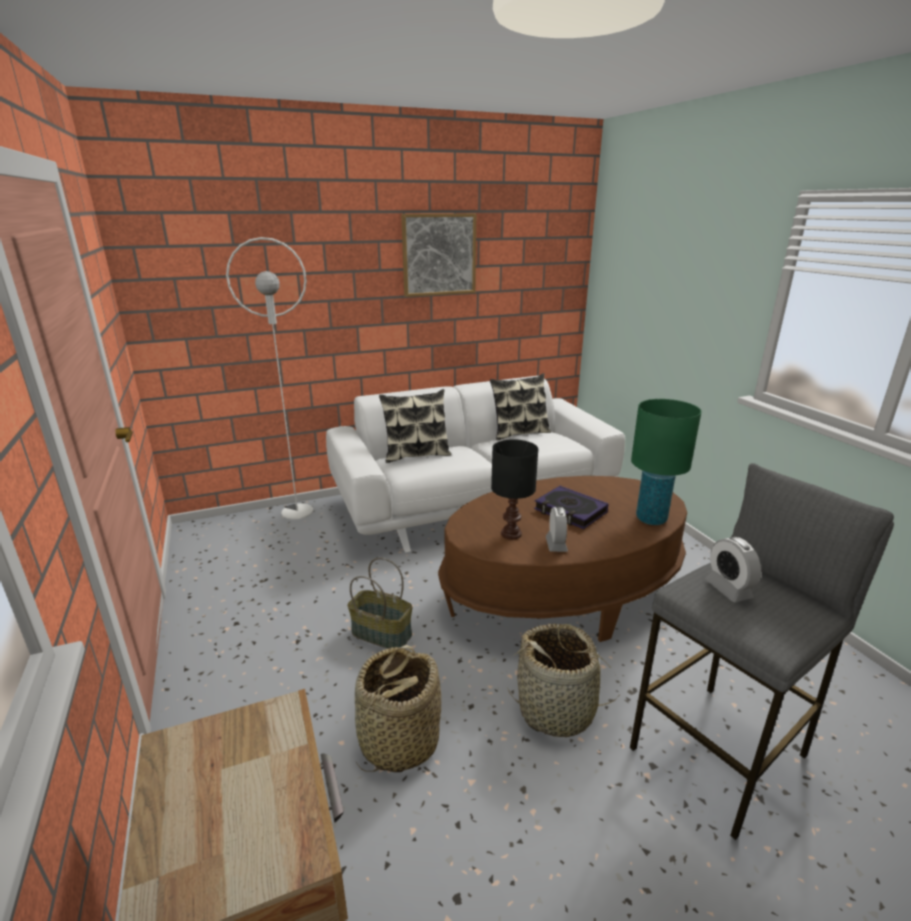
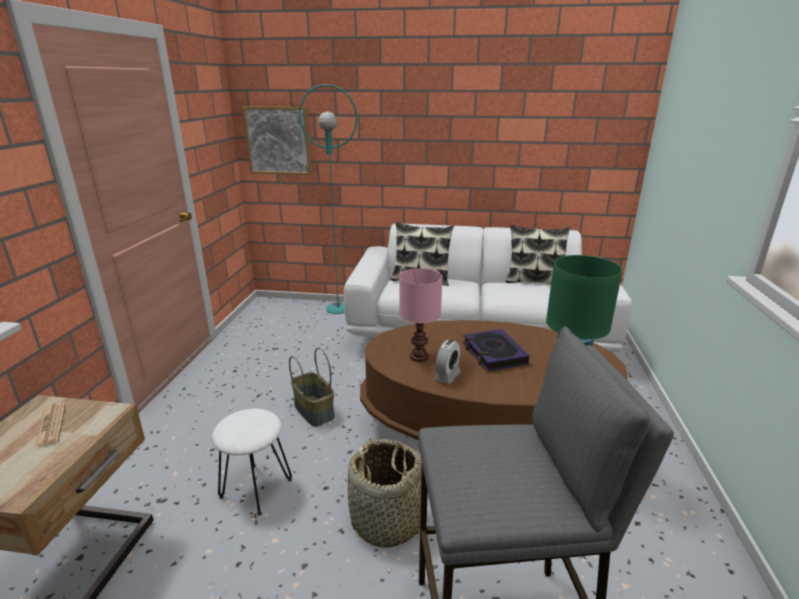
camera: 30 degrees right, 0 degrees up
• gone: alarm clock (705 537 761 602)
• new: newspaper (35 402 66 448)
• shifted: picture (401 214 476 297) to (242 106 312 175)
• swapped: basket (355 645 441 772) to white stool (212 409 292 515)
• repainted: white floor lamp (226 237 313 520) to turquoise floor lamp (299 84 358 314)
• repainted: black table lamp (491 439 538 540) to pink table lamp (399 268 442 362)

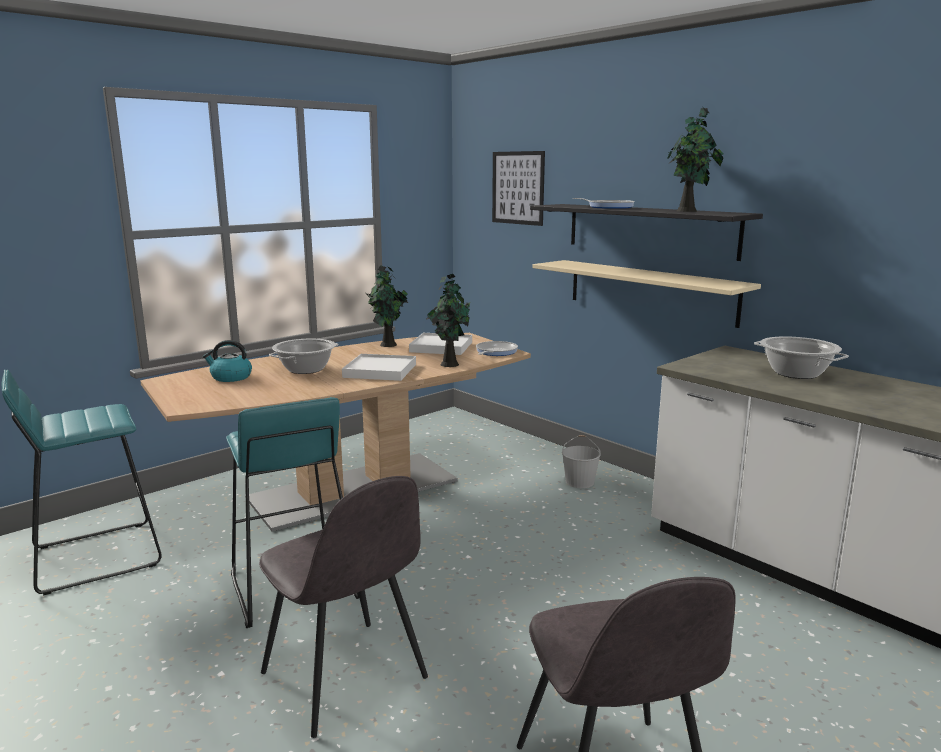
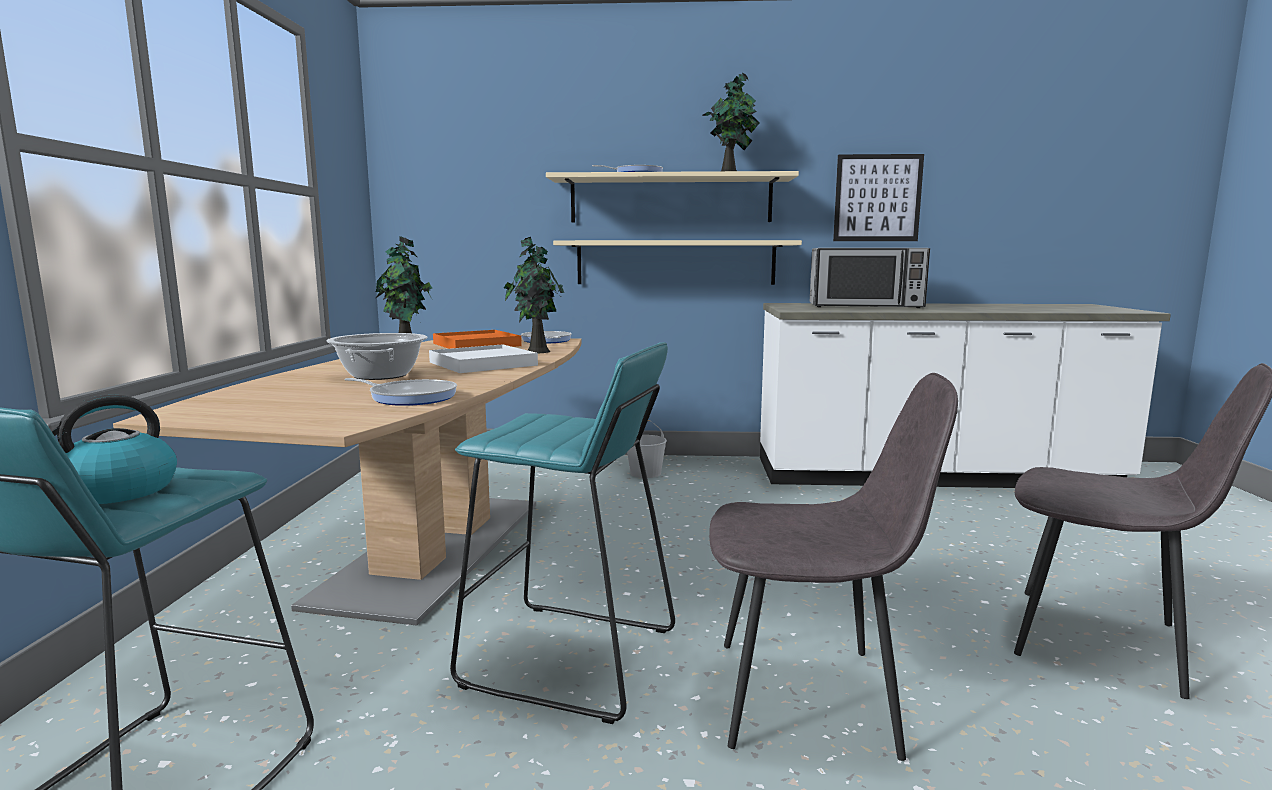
camera: 45 degrees left, 5 degrees down
• new: frying pan (344 378 457 406)
• shifted: kettle (203 340 252 382) to (51 395 177 504)
• shifted: picture (492 151 545 226) to (833 154 924 241)
• swapped: cooking pot (754 336 849 379) to microwave (810 248 930 308)
• repainted: white tray (409 333 472 355) to orange tray (433 330 522 349)
• repainted: black shelf (530 204 763 261) to beige shelf (546 171 799 223)

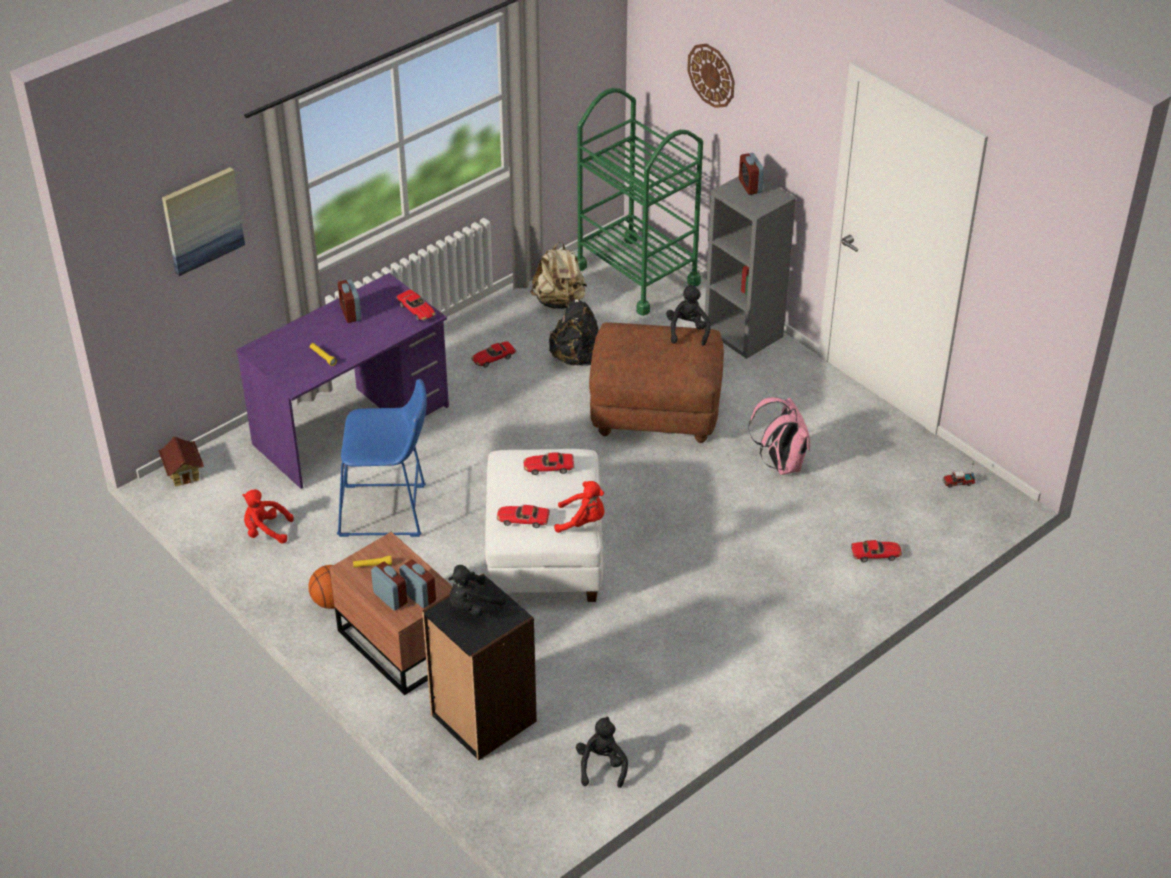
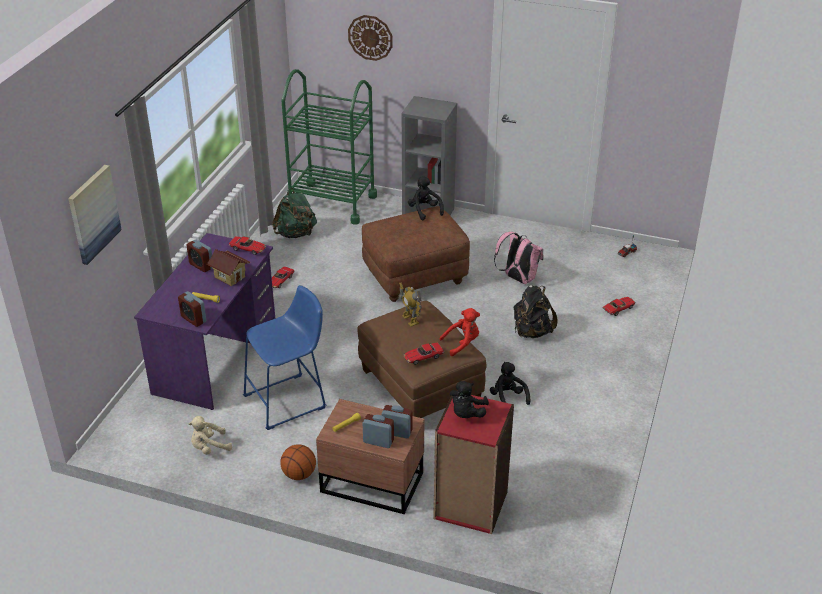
camera: 30 degrees left, 5 degrees down
• shifted: toy house (158 437 204 487) to (207 249 250 286)
• shifted: black backpack (549 299 598 366) to (514 285 557 338)
• shifted: black plush toy (576 717 628 788) to (490 362 531 405)
• shifted: alarm clock (739 153 764 195) to (178 291 206 327)
• swapped: toy car (523 453 574 475) to toy robot (399 282 422 327)
• repainted: red plush toy (242 489 294 544) to beige plush toy (189 416 232 455)
• repainted: black bookcase (422 574 537 761) to red bookcase (433 395 514 534)
• repainted: white ottoman (485 449 603 602) to brown ottoman (357 301 487 418)
• repainted: beige backpack (530 241 587 309) to green backpack (272 188 317 238)

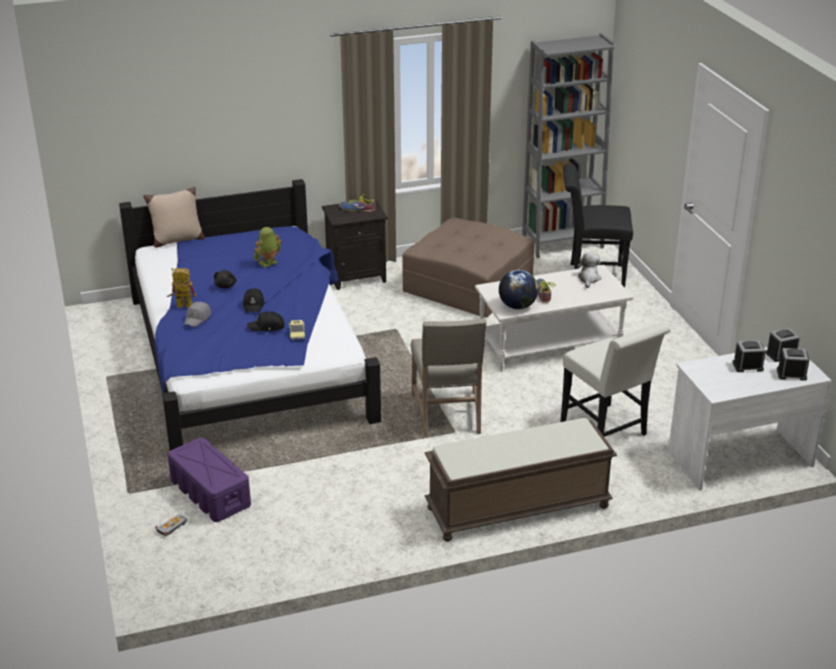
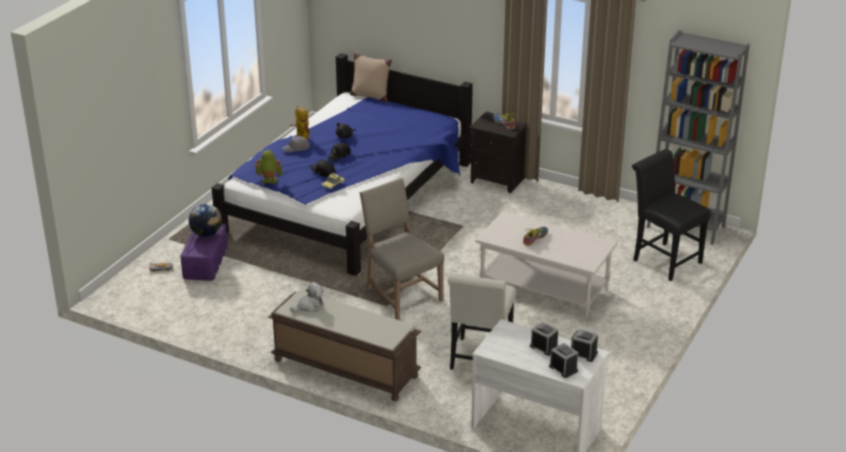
camera: 45 degrees right, 0 degrees up
• gone: brown ottoman (402 217 535 317)
• shifted: toy robot (254 227 282 267) to (255 150 283 184)
• shifted: globe (499 270 538 309) to (189 204 222 237)
• shifted: plush toy (577 253 601 288) to (290 282 324 313)
• rotated: beige chair (411 318 486 436) = (360 178 444 320) 105 degrees clockwise

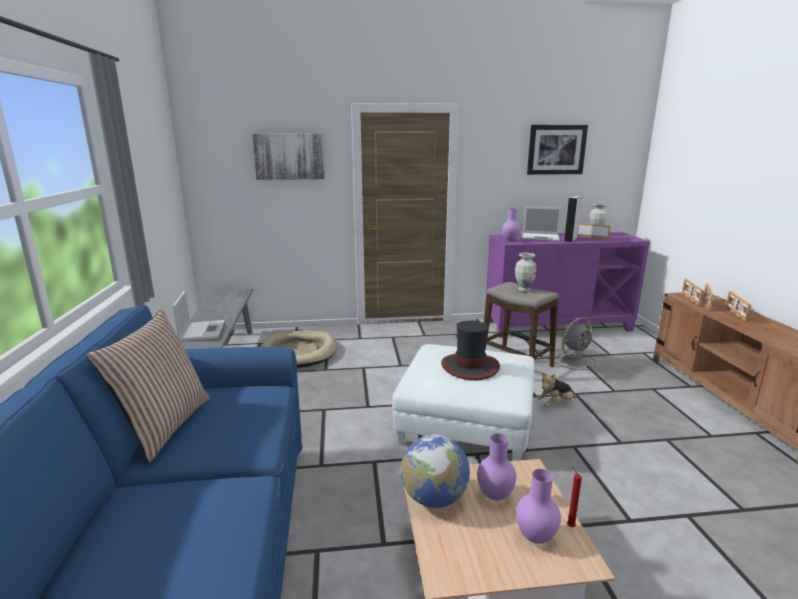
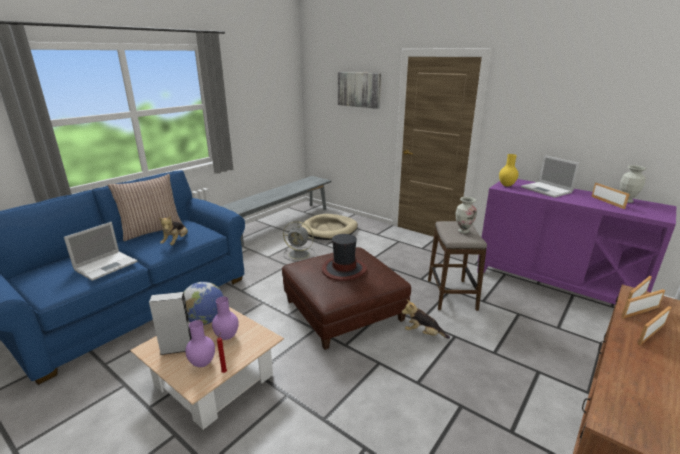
camera: 45 degrees right, 5 degrees up
• gone: picture (527 125 588 175)
• new: plush toy (159 215 188 245)
• shifted: laptop (173 291 225 341) to (64 222 138 281)
• shifted: grey fan (554 317 596 370) to (283 221 315 262)
• shifted: grey speaker (564 196 582 242) to (149 292 191 355)
• repainted: white ottoman (392 344 535 461) to brown ottoman (282 247 411 350)
• repainted: purple vase (502 208 521 241) to yellow vase (499 154 519 187)

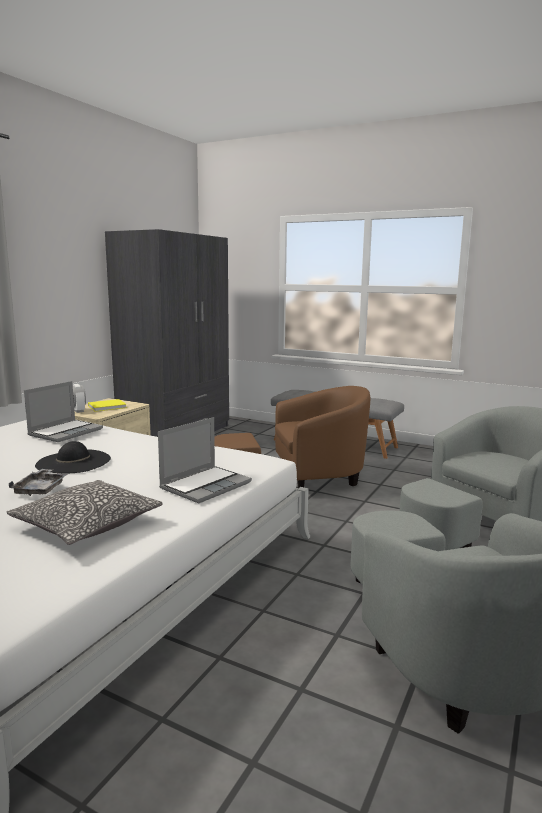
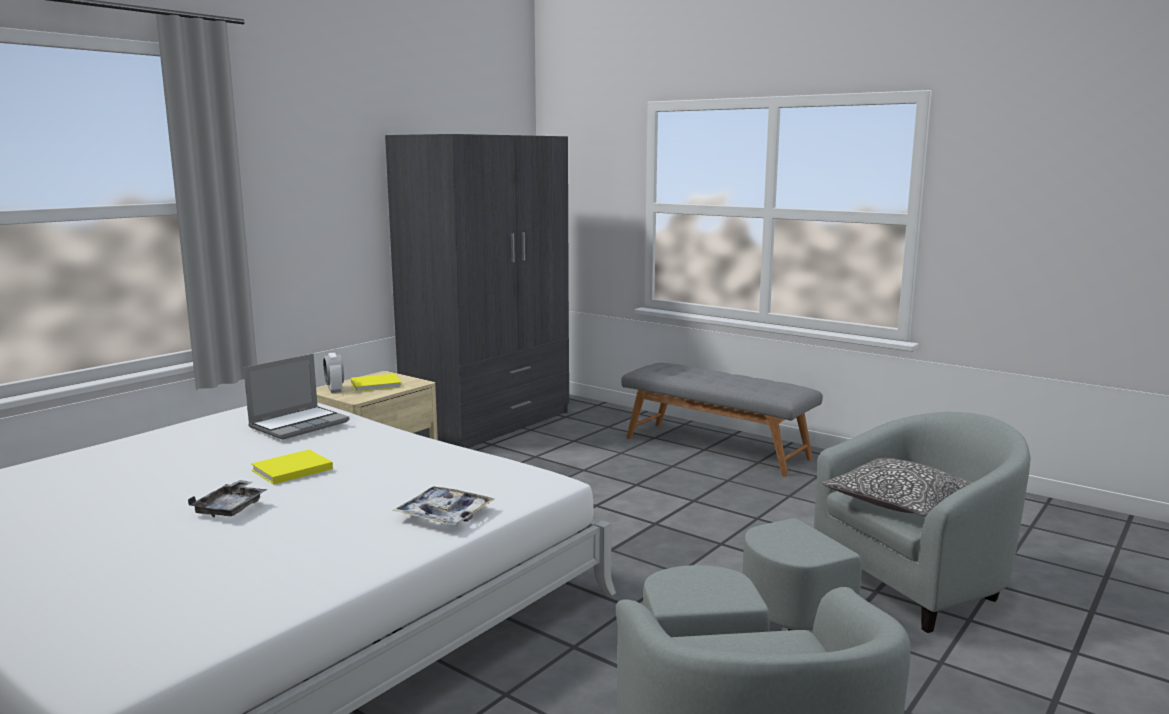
camera: 10 degrees right, 0 degrees up
• gone: brown armchair (214 386 370 488)
• shifted: pillow (7 480 163 545) to (823 458 973 516)
• swapped: black hat (35 441 111 473) to yellow book (251 450 333 485)
• swapped: laptop (158 417 252 503) to tray (392 486 494 525)

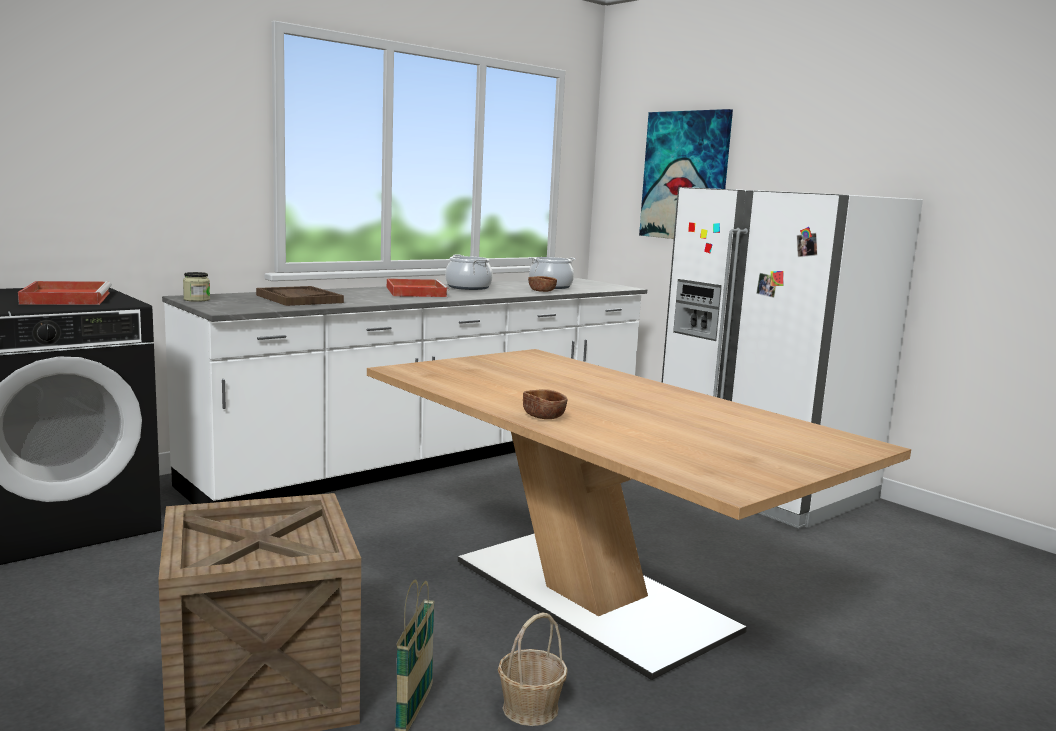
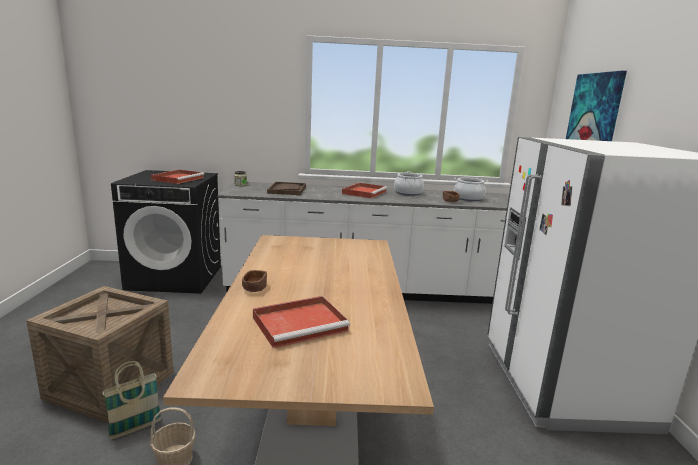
camera: 40 degrees right, 5 degrees up
• new: red tray (253 296 350 348)

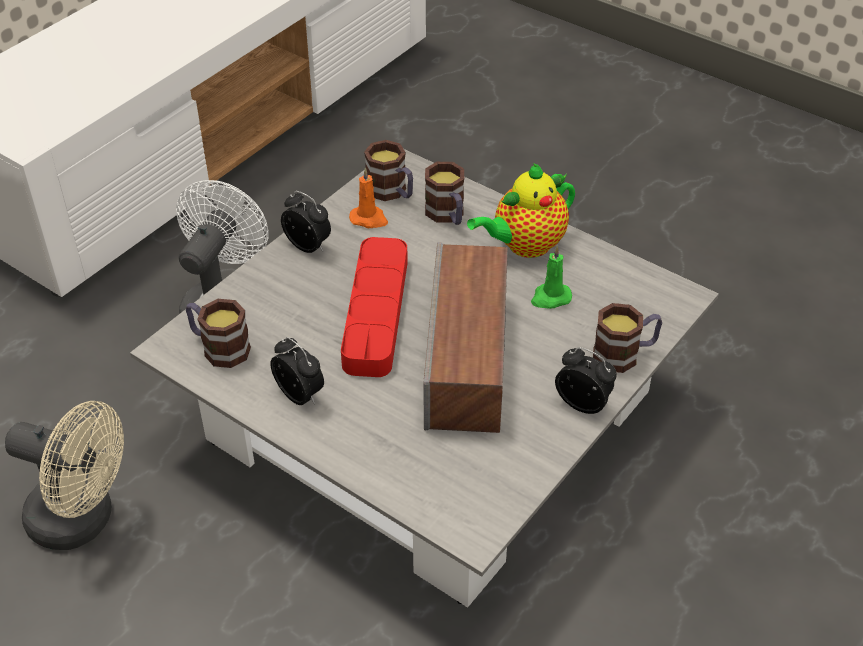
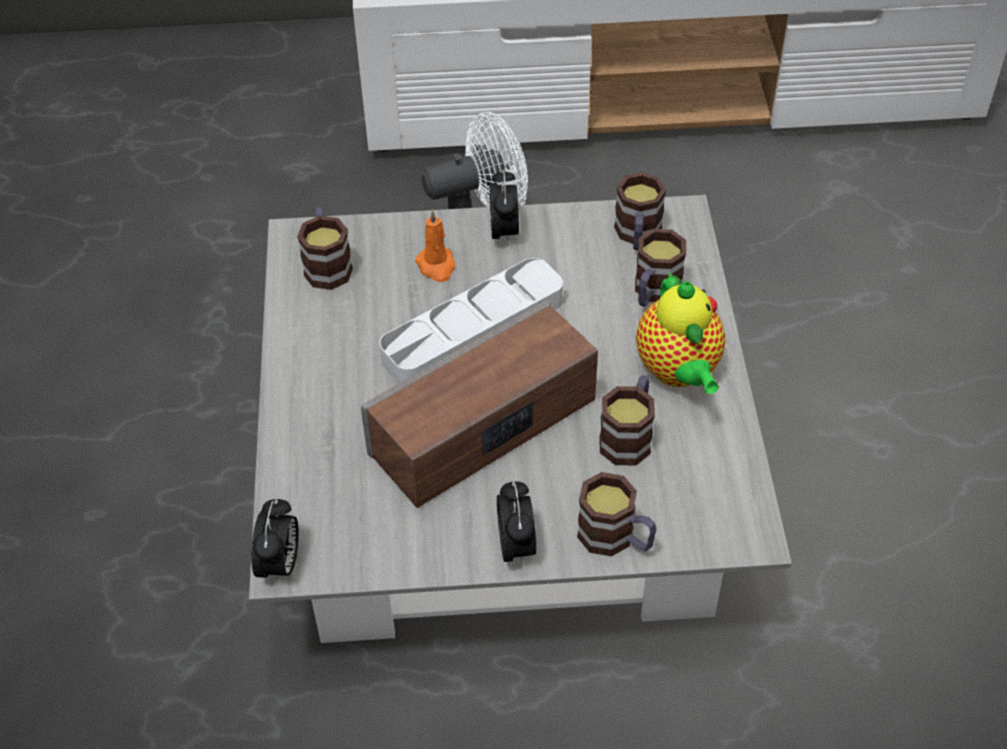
camera: 50 degrees right, 5 degrees up
• gone: beige fan (5 401 124 550)
• shifted: alarm clock (270 337 324 405) to (251 499 299 584)
• shifted: orange candle (349 167 388 228) to (415 209 455 282)
• swapped: green candle (531 246 572 309) to mug (599 375 655 465)
• repainted: red tray (341 237 408 377) to grey tray (379 258 563 384)
• rotated: teapot (467 163 575 258) = (636 272 726 394) 120 degrees counterclockwise

